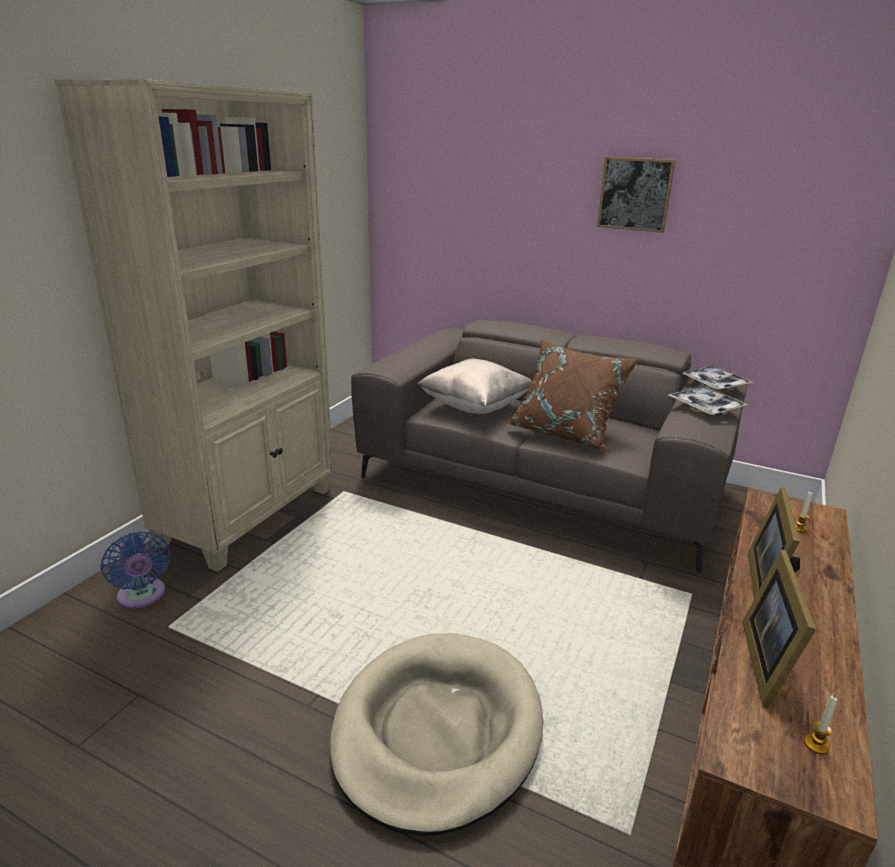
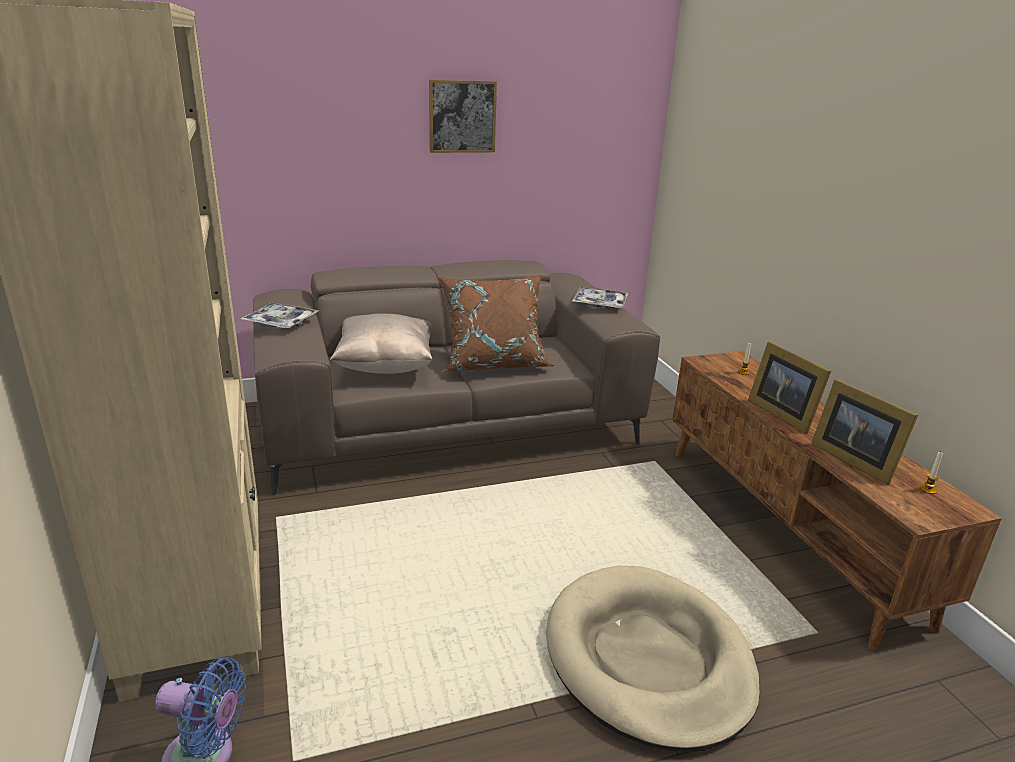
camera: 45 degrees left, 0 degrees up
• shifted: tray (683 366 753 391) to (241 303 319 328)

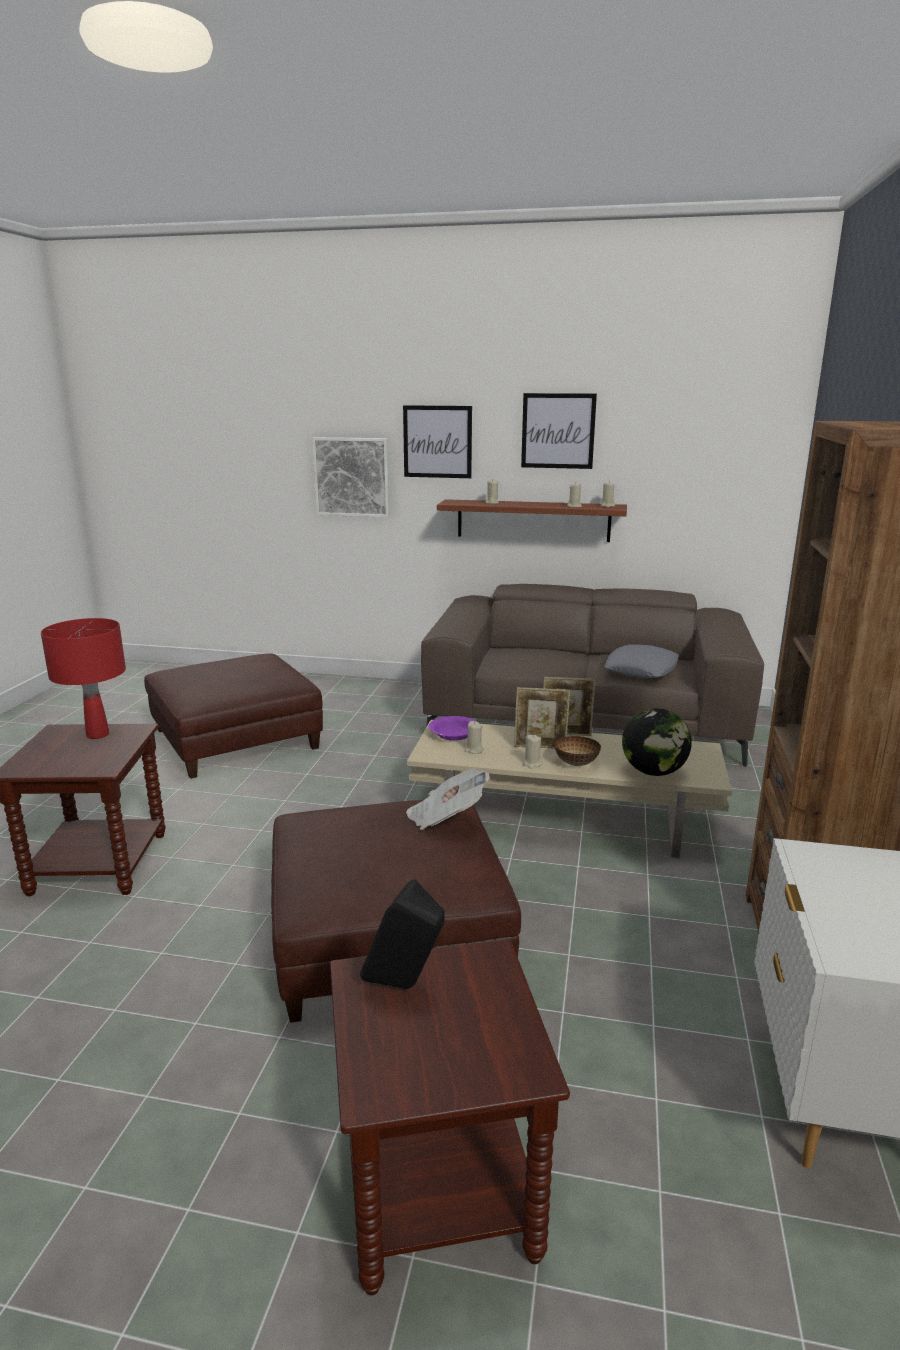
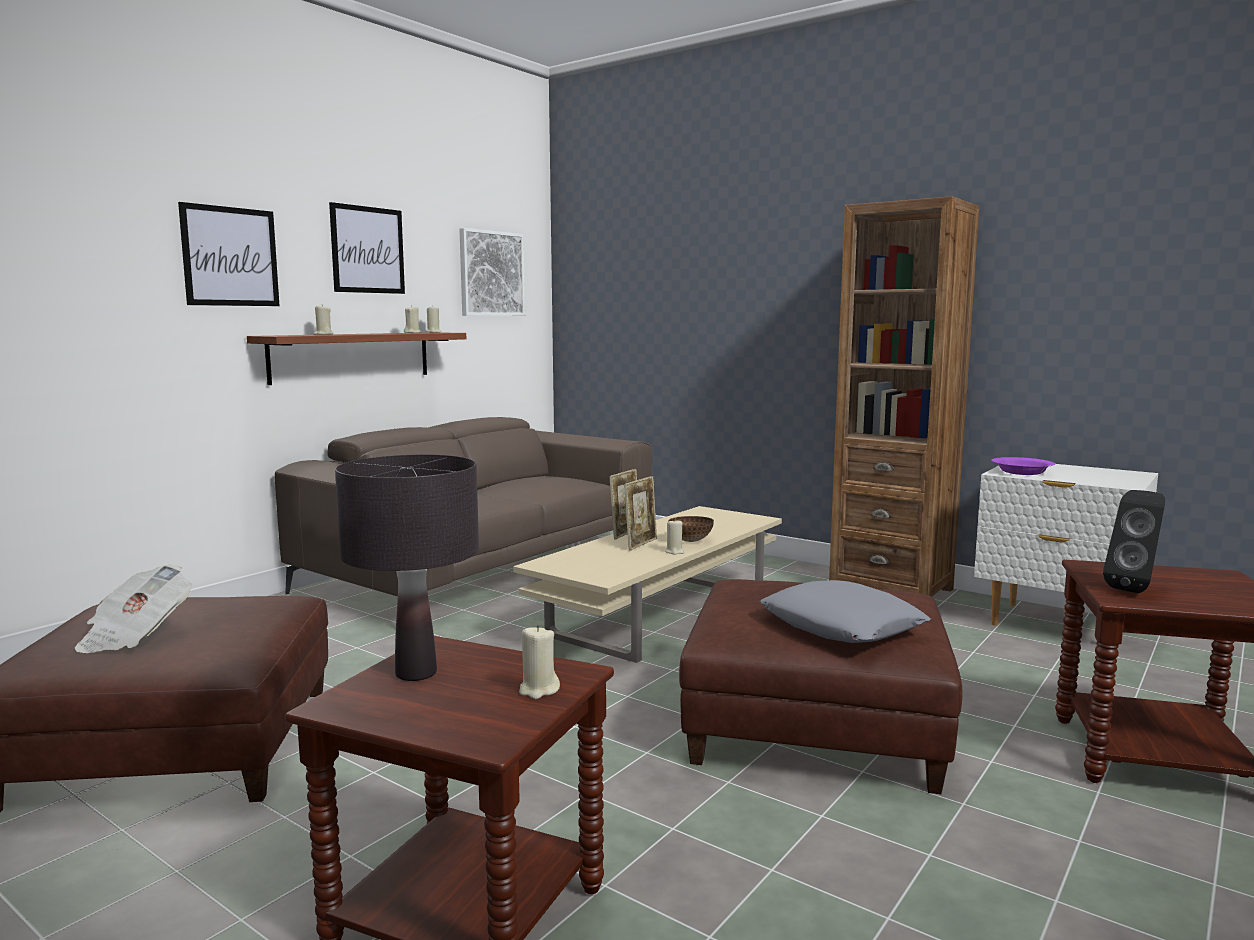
camera: 65 degrees left, 10 degrees down
• gone: globe (622 708 692 776)
• shifted: picture (312 437 390 518) to (459 228 525 316)
• shifted: newspaper (406 768 490 830) to (74 565 192 653)
• shifted: purple bowl (429 716 477 741) to (992 457 1055 475)
• shifted: beige candle (465 721 484 754) to (519 625 560 699)
• shifted: grey pillow (604 645 679 678) to (760 580 931 643)
• repainted: red table lamp (41 618 126 739) to black table lamp (335 455 479 681)

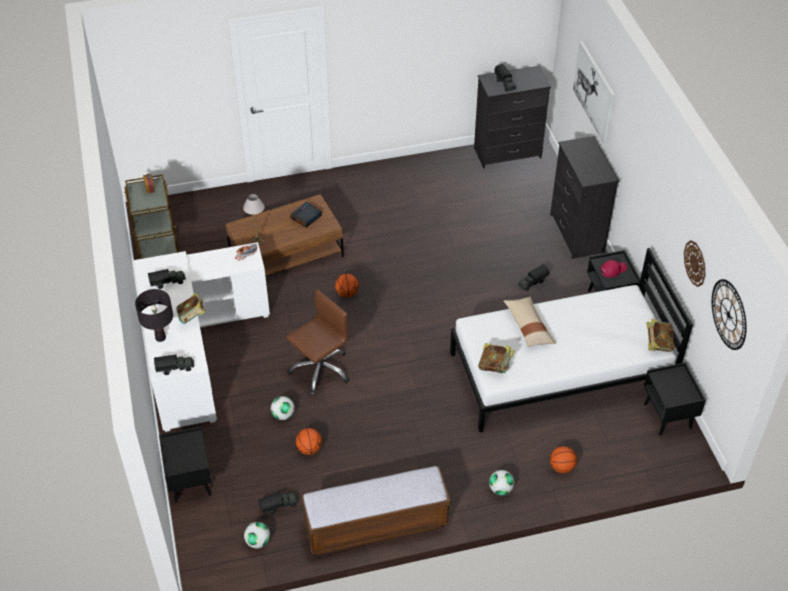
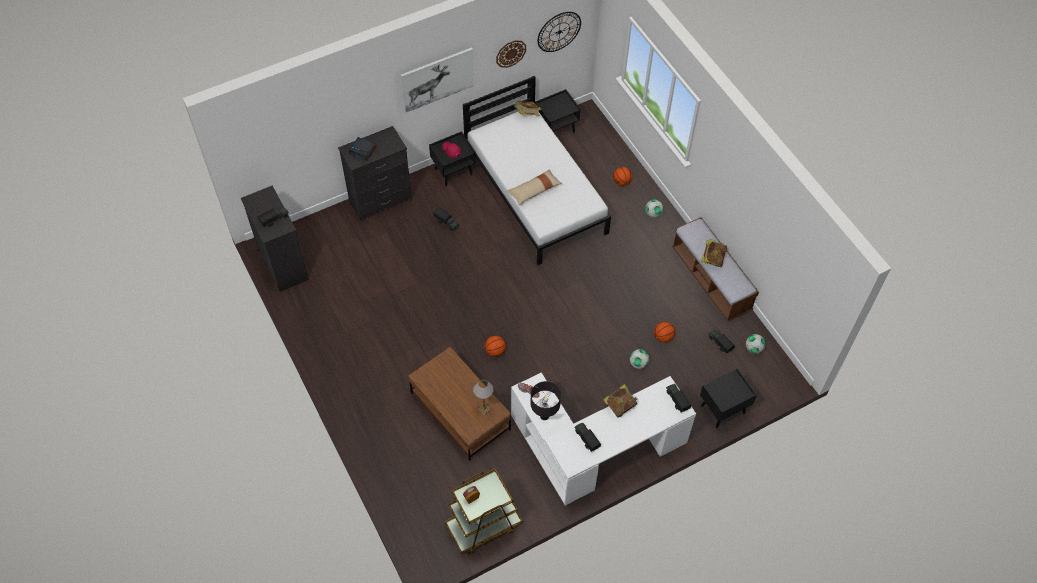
camera: 105 degrees left, 10 degrees up
• gone: brown office chair (286 289 349 395)
• shifted: black table lamp (135 289 173 342) to (530 381 561 420)
• shifted: alarm clock (290 202 322 228) to (349 137 377 161)
• shifted: book (478 343 514 373) to (701 239 727 267)
• shifted: picture (573 41 615 144) to (401 47 474 113)

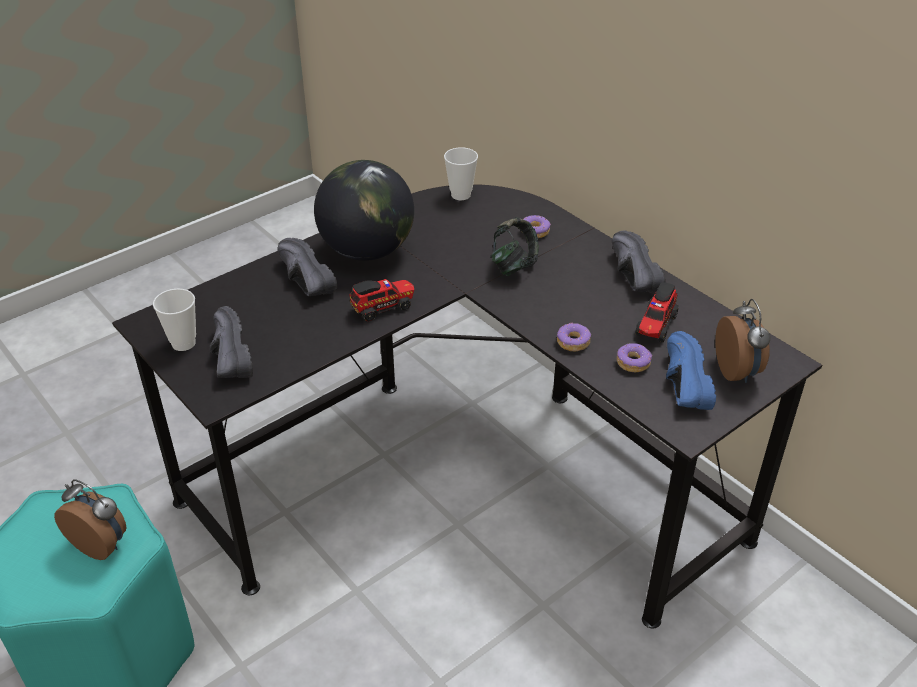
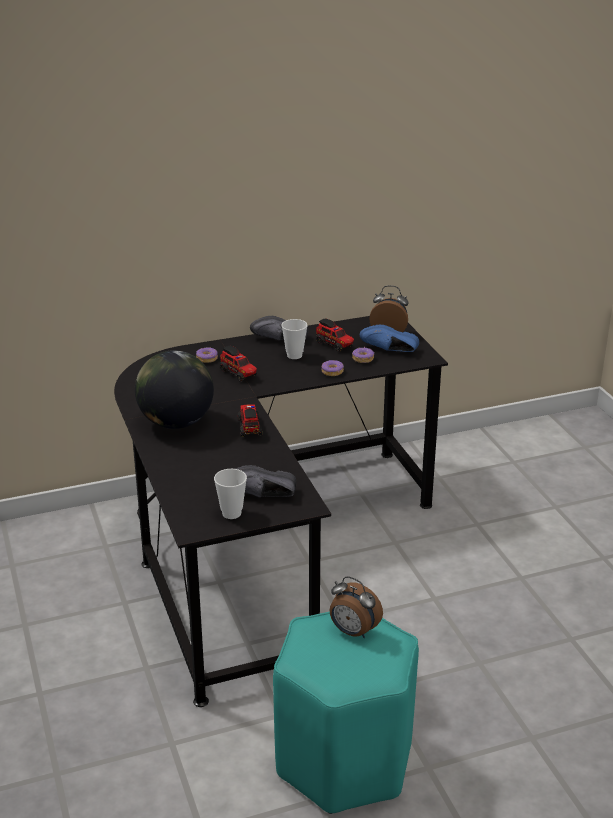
camera: 70 degrees left, 10 degrees down
• gone: black shoe (277 238 337 296)
• shifted: cup (444 147 478 200) to (281 319 308 359)
• swapped: headphones (490 217 539 276) to toy truck (220 346 257 382)
• rotated: alarm clock (54 479 127 560) = (330 576 383 638) 105 degrees counterclockwise

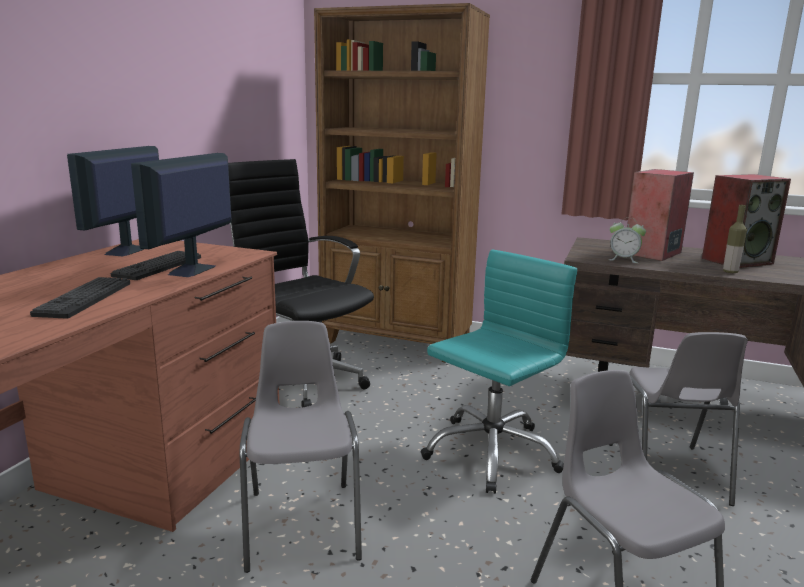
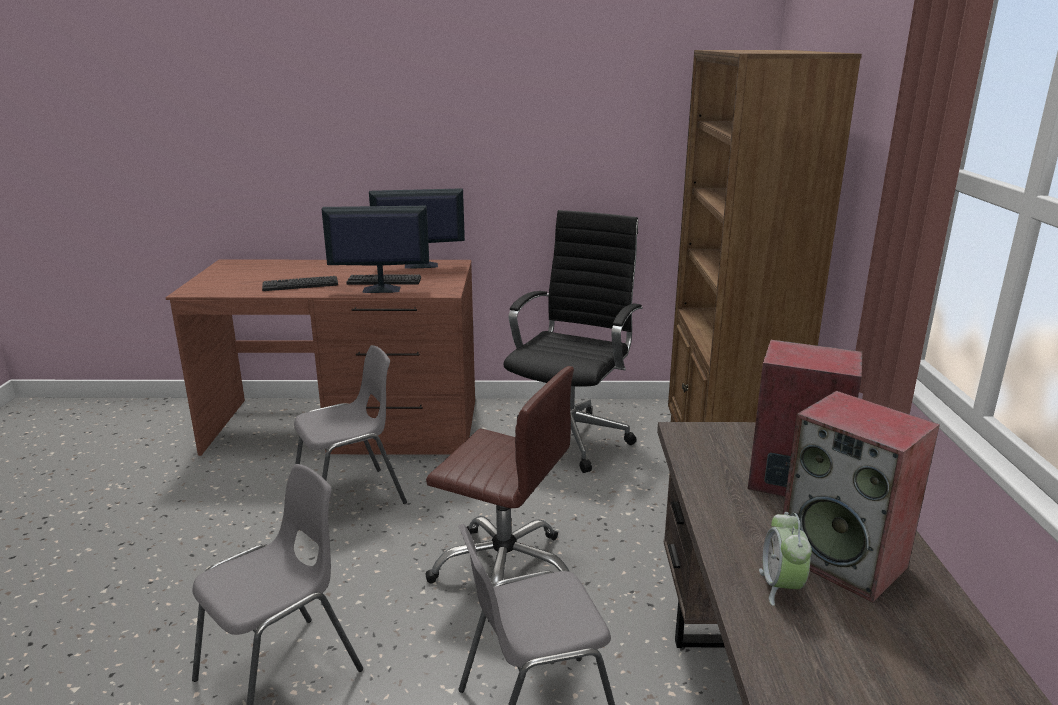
camera: 70 degrees right, 5 degrees up
• gone: bottle (723 205 747 273)
• shifted: alarm clock (608 218 646 263) to (759 512 812 606)
• repainted: turquoise office chair (421 250 577 494) to brown office chair (426 366 574 622)

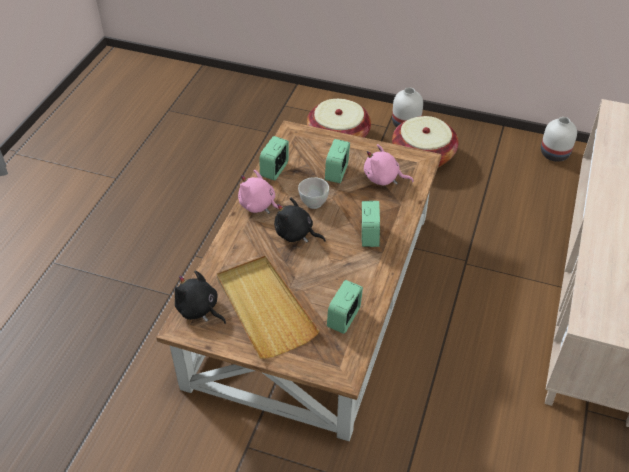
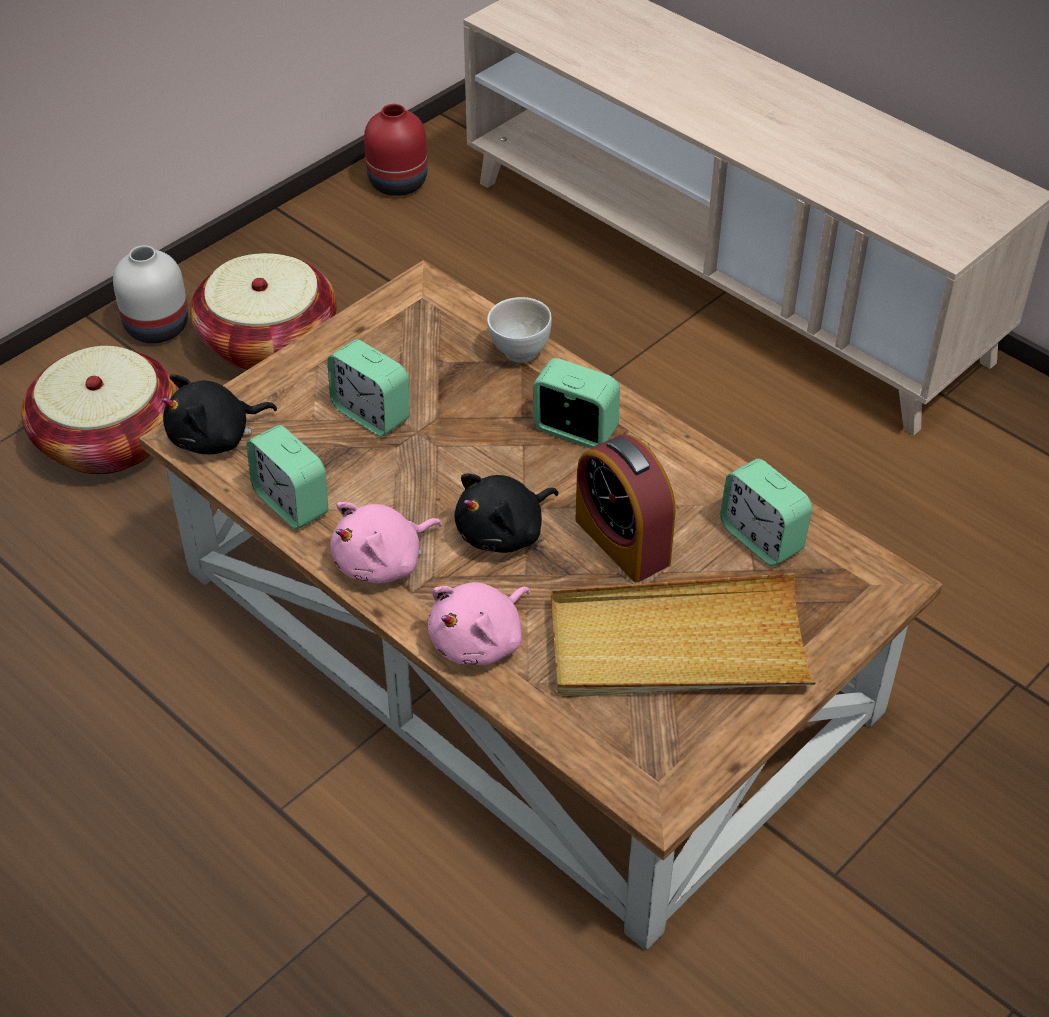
camera: 65 degrees left, 0 degrees up
• new: alarm clock (575 434 676 583)
• shifted: black plush toy (175 270 226 324) to (163 374 277 454)
• shifted: white bowl (298 177 329 209) to (487 297 552 363)
• shifted: pink plush toy (364 144 414 186) to (428 582 530 665)
• repainted: white vase (541 117 577 162) to red vase (364 104 428 196)

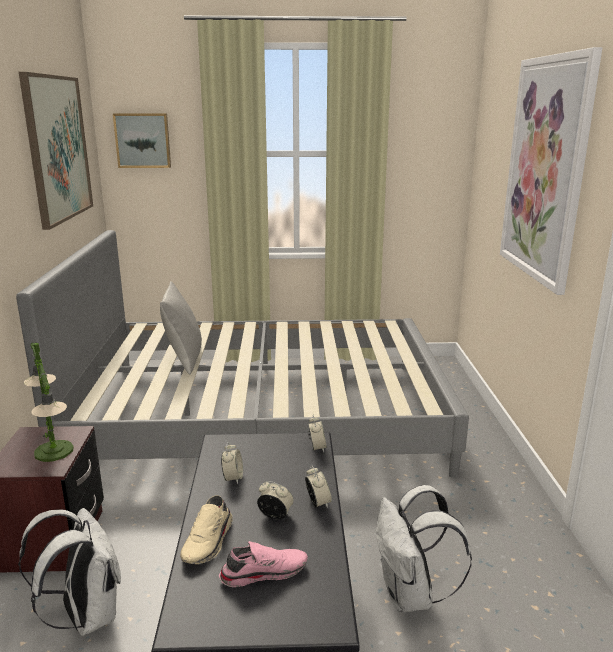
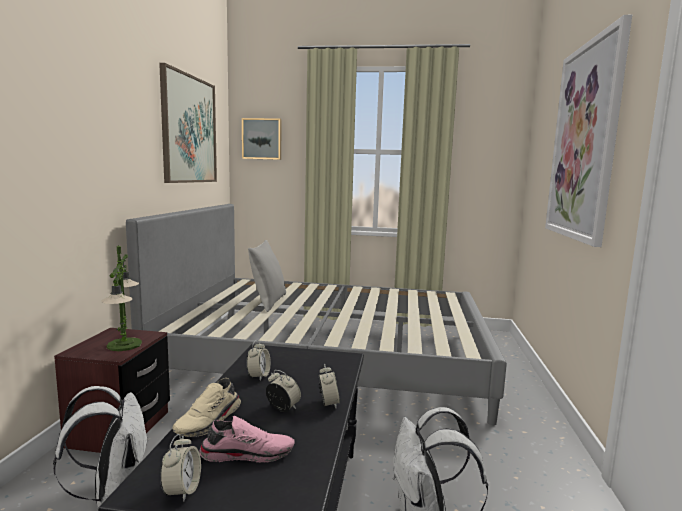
camera: 10 degrees right, 10 degrees down
• shifted: alarm clock (308 415 327 453) to (160 434 201 502)

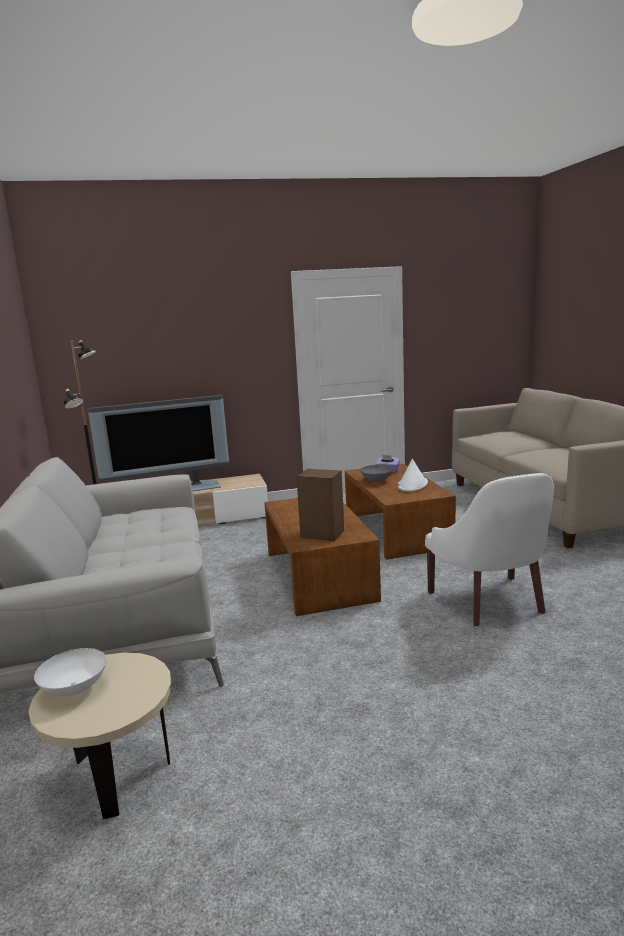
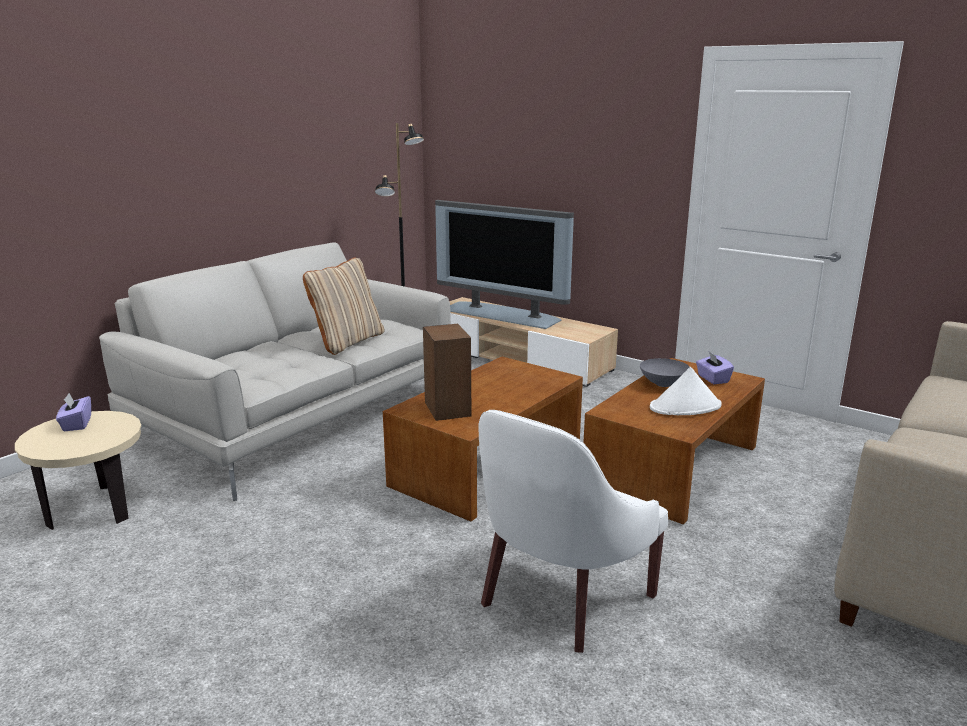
camera: 50 degrees right, 5 degrees up
• new: beige pillow (303 258 385 355)
• swapped: white bowl (34 648 106 696) to purple tissue box (56 393 91 431)

